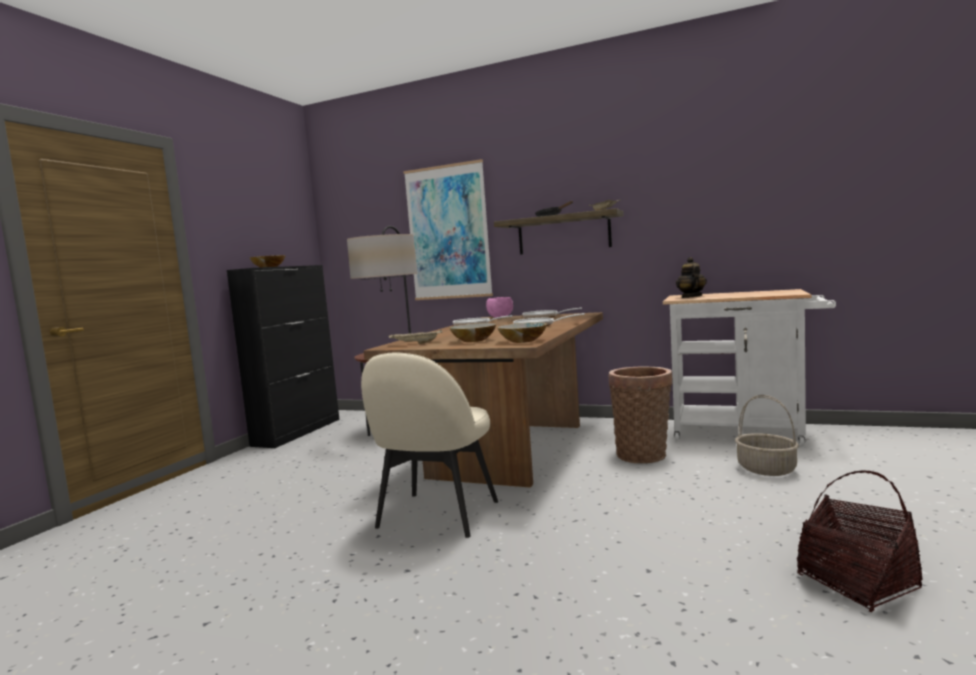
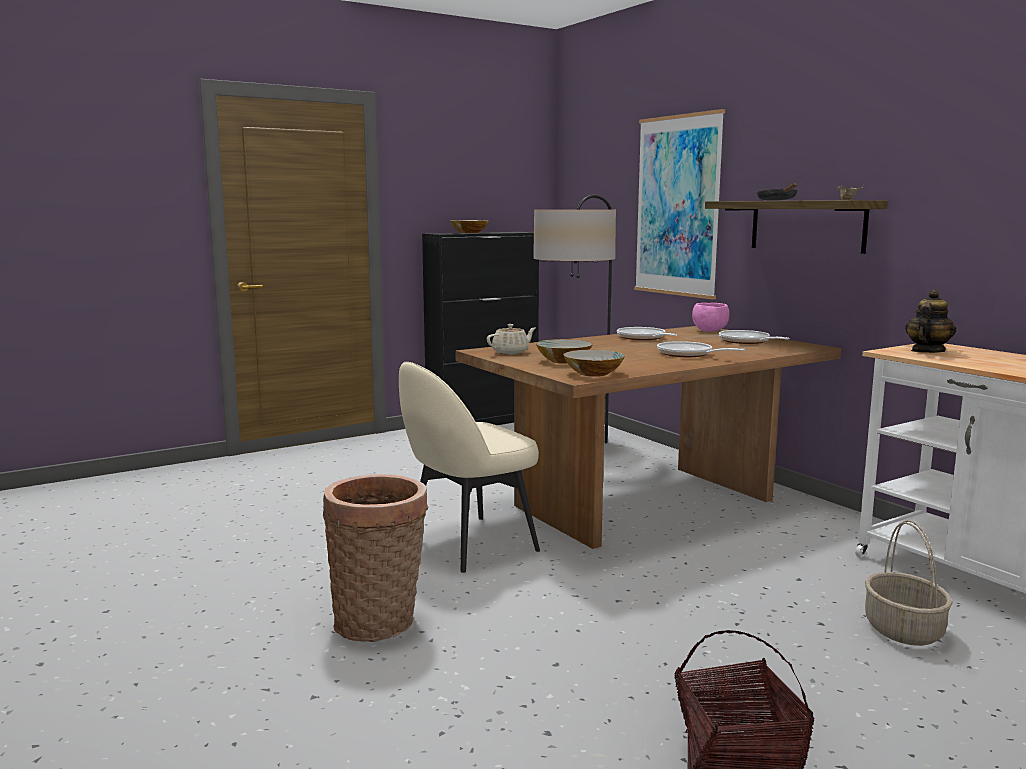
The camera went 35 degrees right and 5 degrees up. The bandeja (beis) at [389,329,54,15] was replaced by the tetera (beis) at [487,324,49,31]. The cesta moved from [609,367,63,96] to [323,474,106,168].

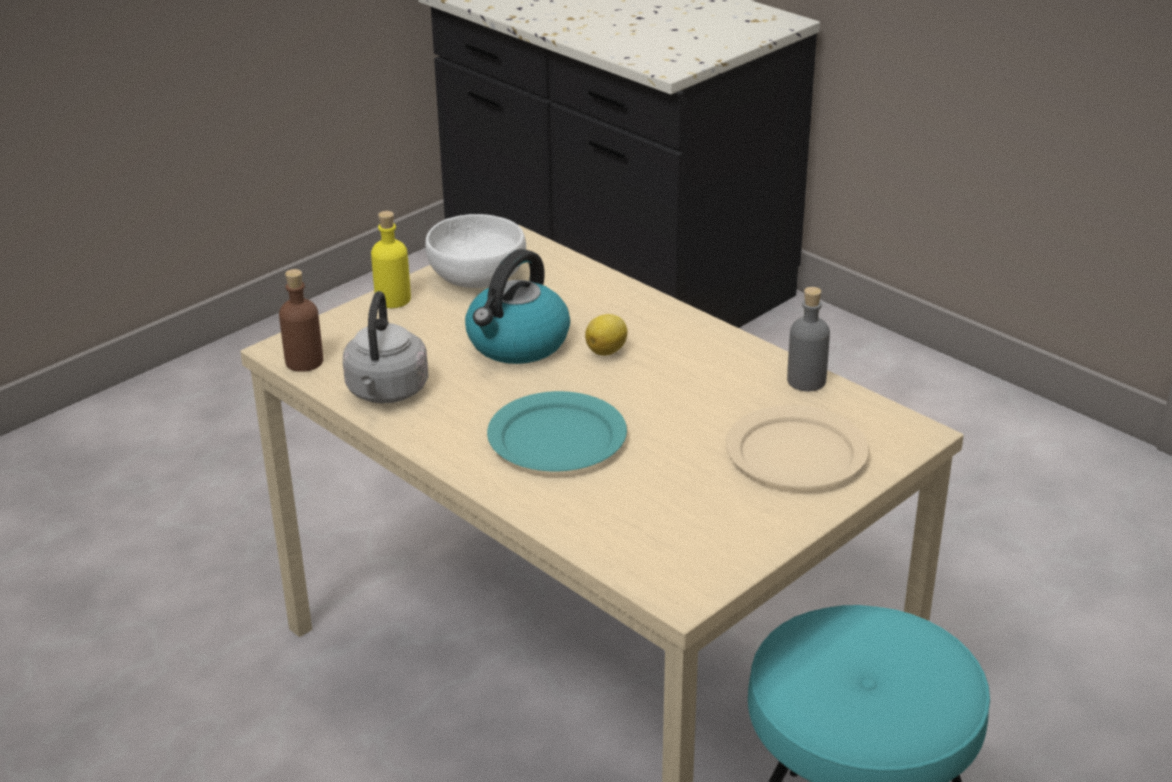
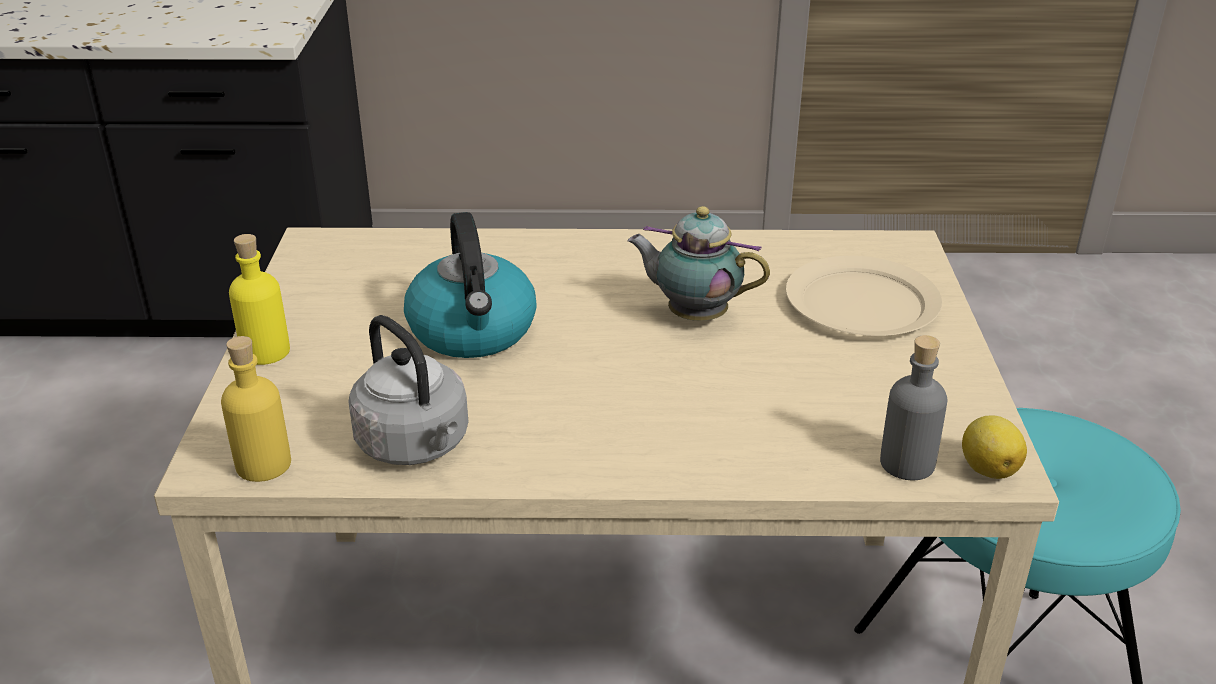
The camera went 45 degrees left and 0 degrees up. The cuenco (blanco) at [425,214,101,74] disappeared. The botella (marrón) at [279,269,44,103] became the botella (amarillo) at [221,336,70,146]. The botella (gris) moved from [787,287,43,104] to [880,335,68,145]. The limón moved from [585,314,43,42] to [962,415,65,64]. The plato (turquesa) at [487,391,140,80] disappeared. The tetera at [627,206,143,115] appeared.

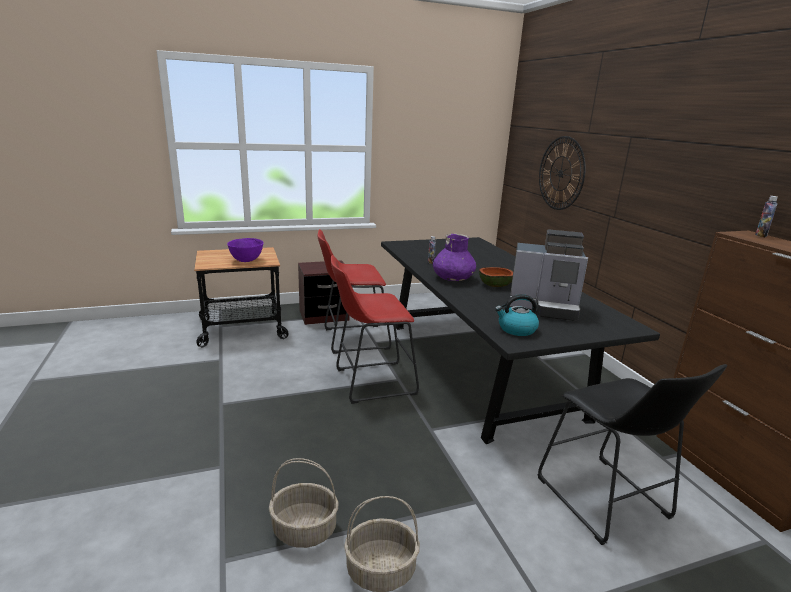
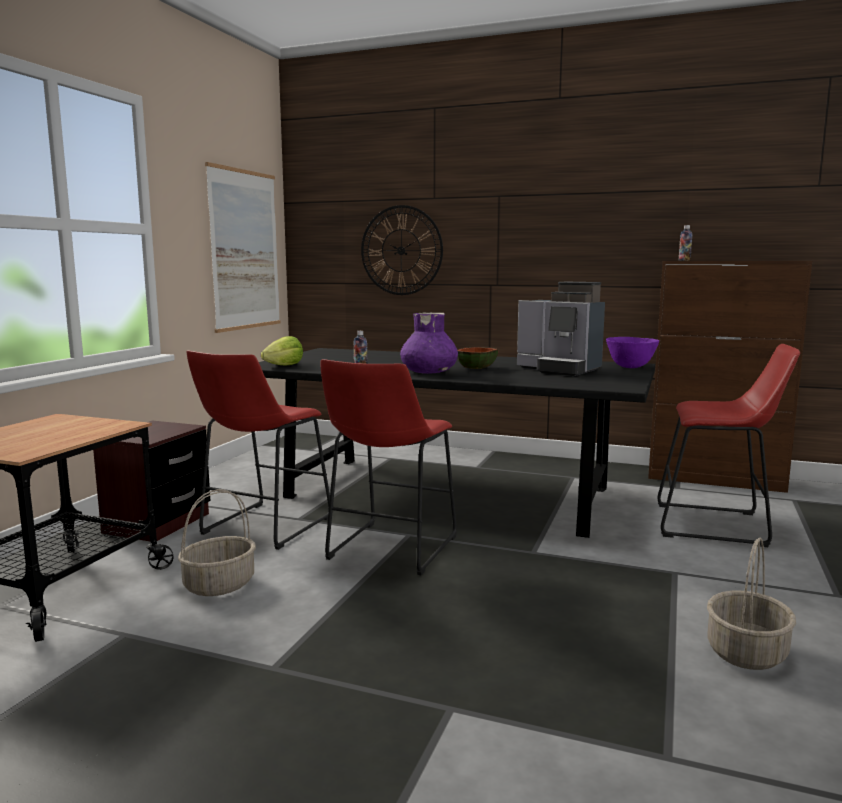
The camera went 50 degrees left and 10 degrees down. The cafetera at [510,229,78,92] turned 75 degrees clockwise. The cuenco (morado) moved from [227,238,37,24] to [606,337,53,31]. The hervidor at [495,294,44,42] disappeared. The taburete (negro) at [538,364,189,181] became the taburete (rojo) at [657,344,143,203]. The cesta moved from [269,458,70,90] to [178,489,78,107]. The cuadro at [205,162,76,171] appeared. The lechuga at [261,336,42,29] appeared.

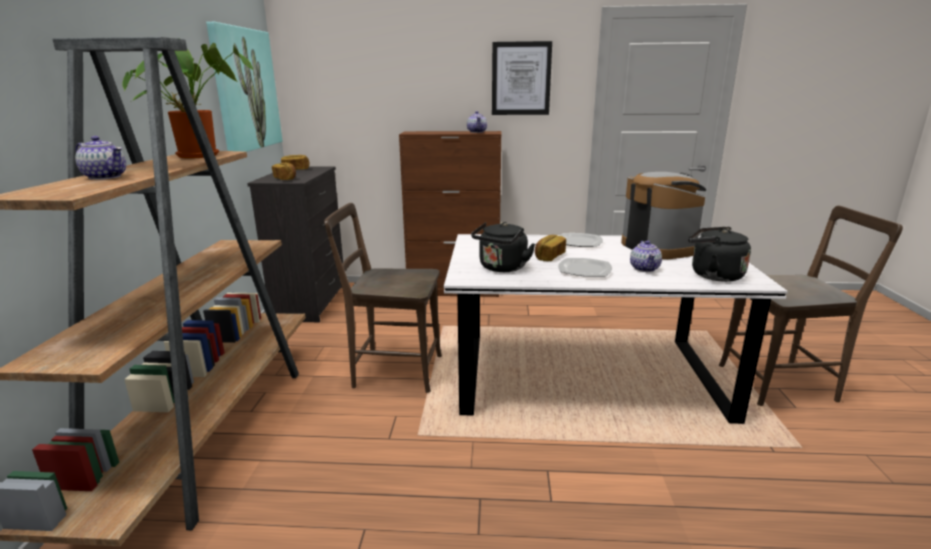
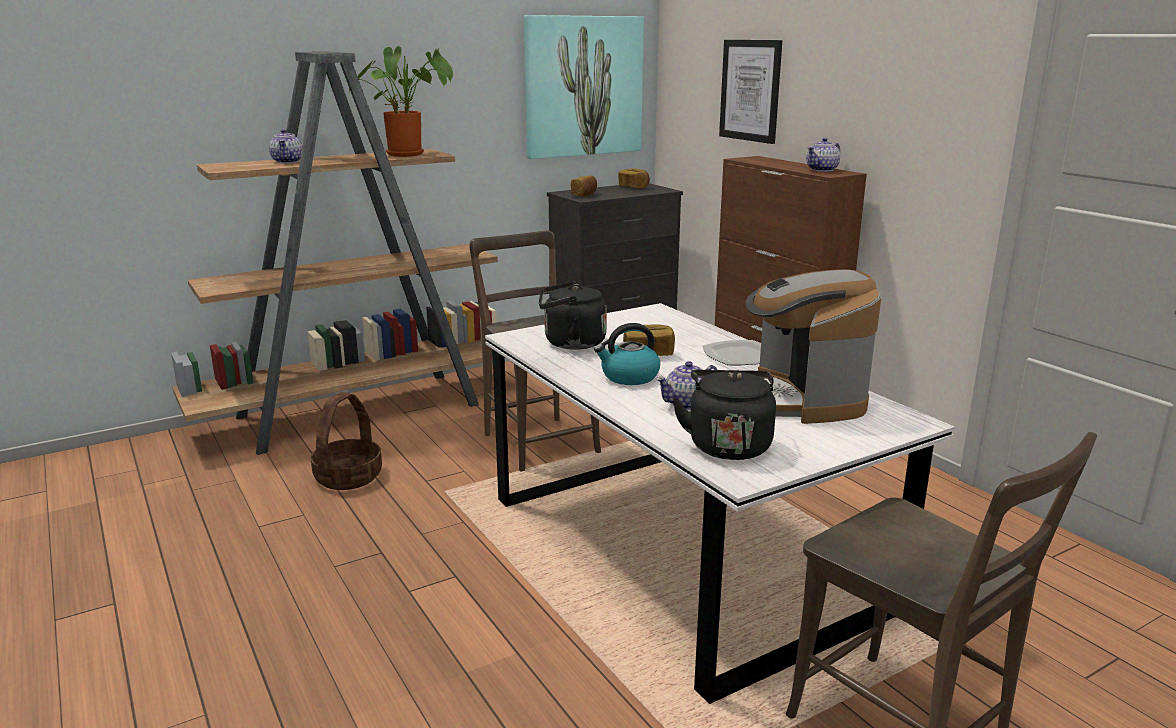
The camera went 55 degrees right and 0 degrees up. The cuadro moved from [492,41,60,74] to [719,40,63,104]. The cafetera at [621,172,86,87] turned 135 degrees clockwise. The plato at [558,258,54,19] was replaced by the hervidor at [594,323,66,62]. The cesta at [311,392,71,98] appeared.

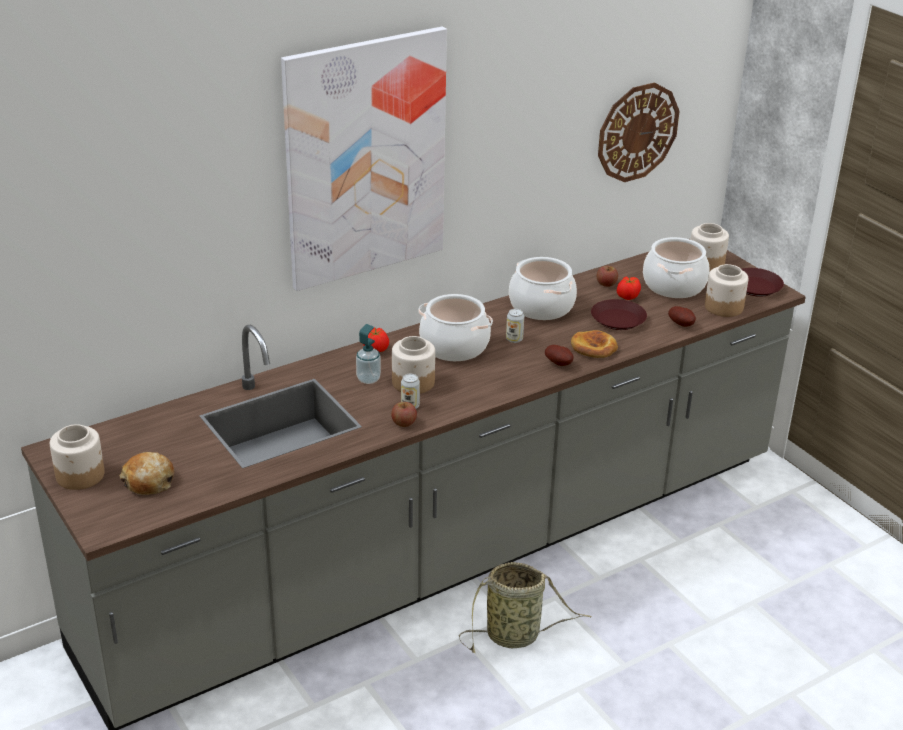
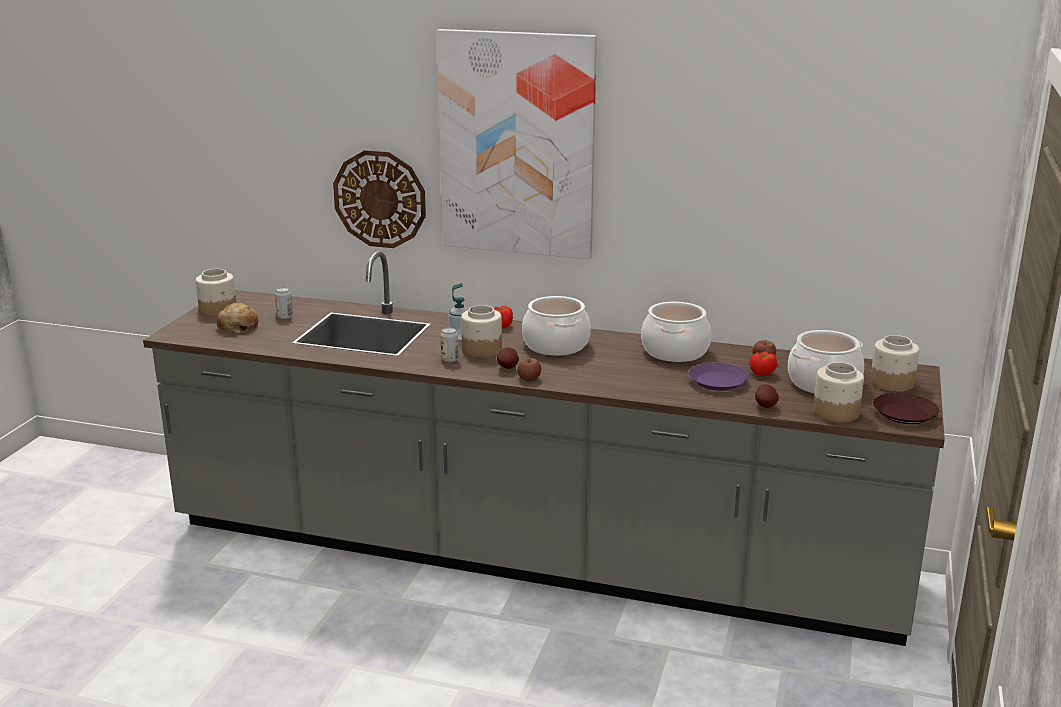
The camera went 50 degrees right and 10 degrees down. The reloj de pared moved from [598,83,82,99] to [333,150,93,98]. The plato (marrón) at [591,299,56,31] became the plato (morado) at [688,362,61,29]. The lata moved from [506,309,18,34] to [275,287,18,32]. The pan at [571,330,47,28] disappeared. The patata moved from [545,345,29,21] to [497,347,22,22]. The manzana moved from [391,402,26,25] to [517,358,24,23]. The cesta at [459,562,132,92] disappeared.

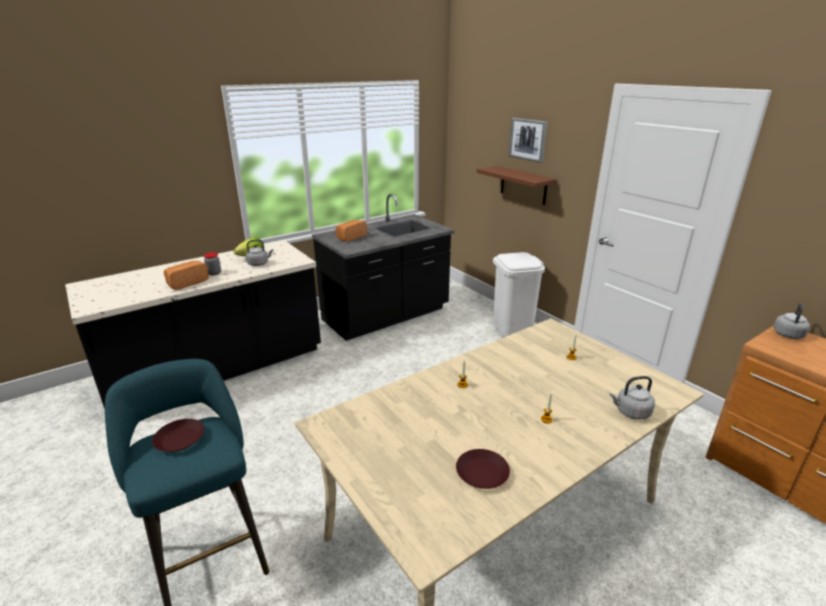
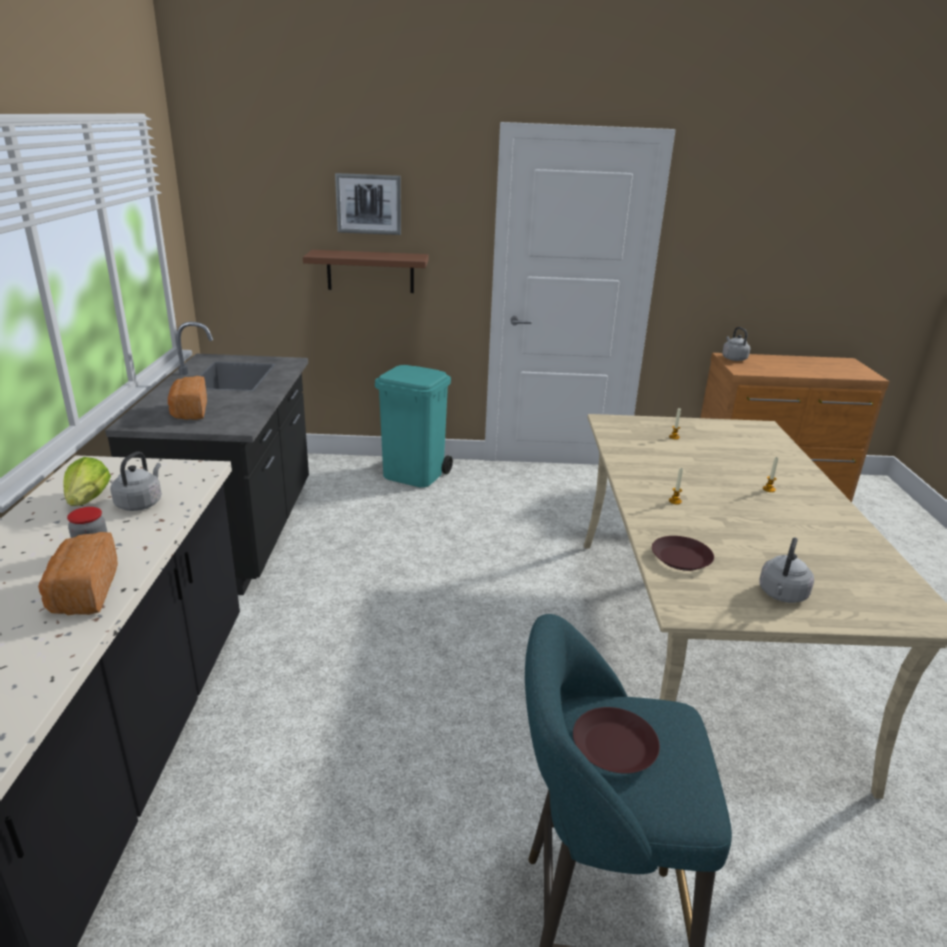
The camera went 55 degrees left and 0 degrees up. The papelera (blanco) at [493,252,52,85] became the papelera (turquesa) at [375,365,78,123]. The hervidor (gris) moved from [610,376,45,43] to [759,538,55,65]. The plato (marrón) moved from [456,449,54,40] to [652,536,62,35].

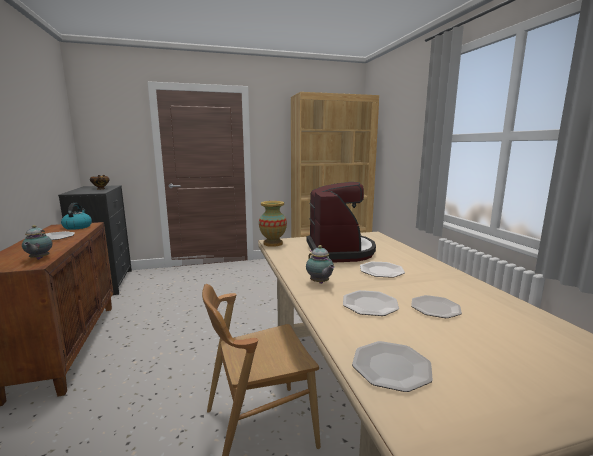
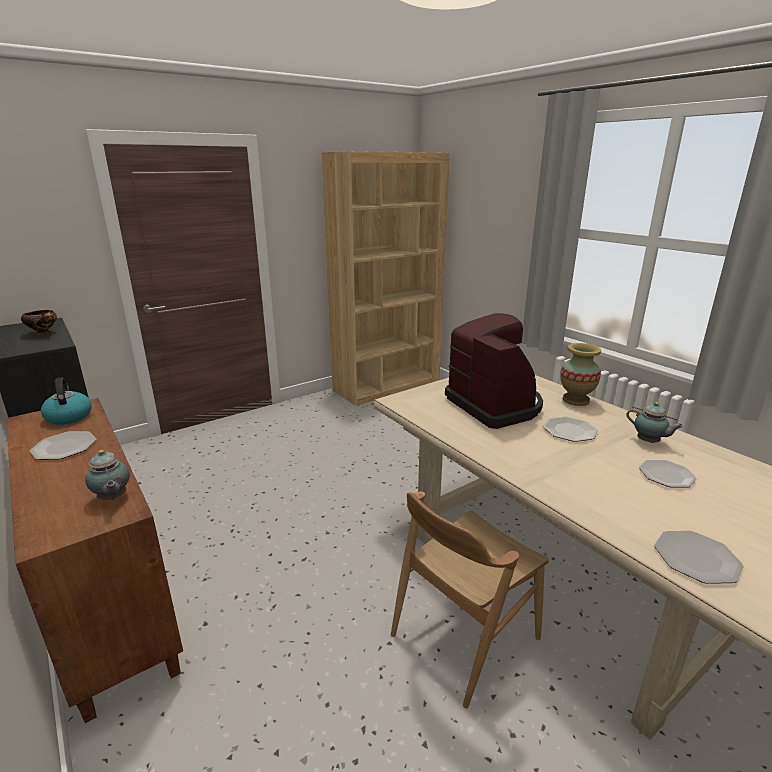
The camera went 20 degrees left and 10 degrees up. The florero moved from [259,201,28,46] to [560,343,41,63]. The tetera moved from [306,245,29,39] to [626,402,57,41]. The plato at [343,290,56,26] disappeared.

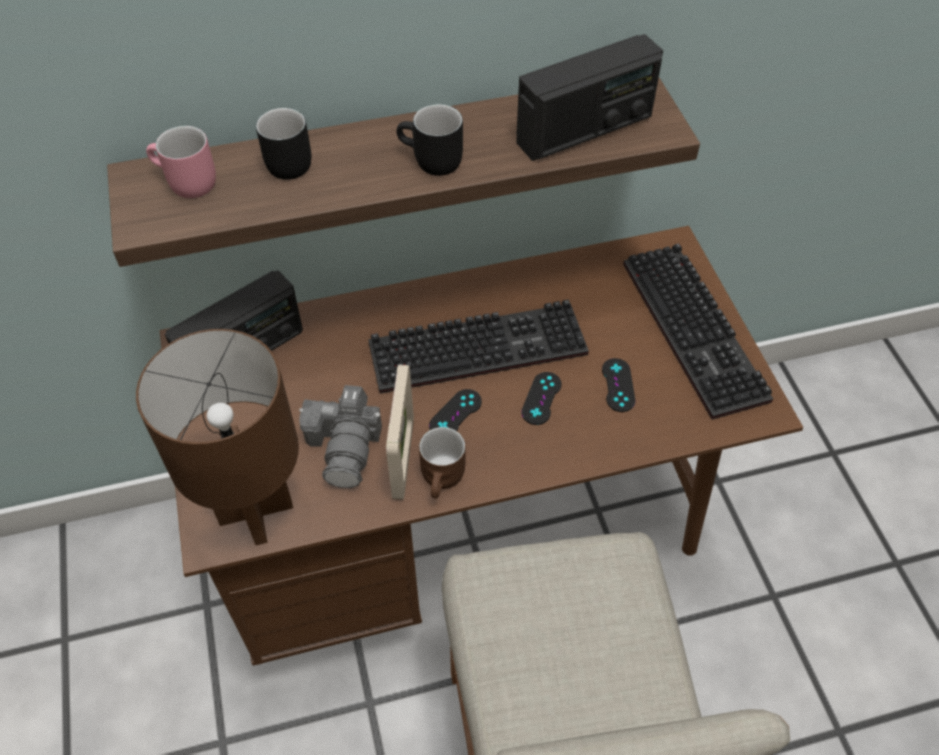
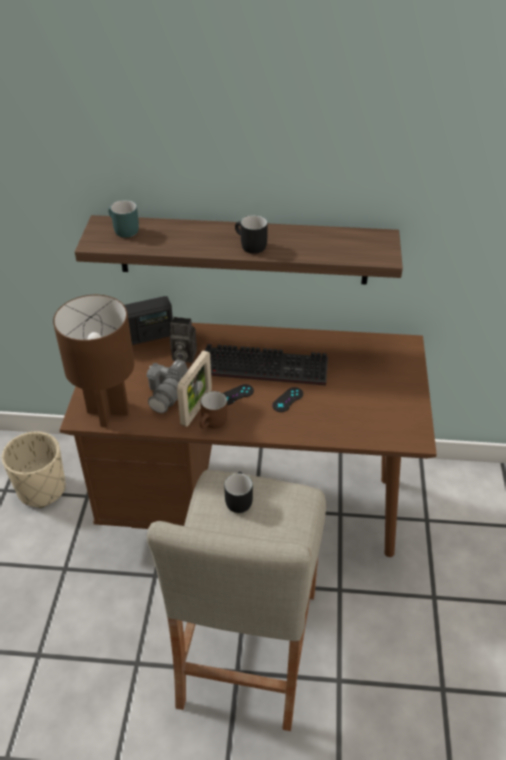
The camera went 20 degrees right and 10 degrees down. The radio at [516,34,147,127] disappeared. The taza grande (negro) moved from [256,108,55,72] to [224,472,29,41]. The taza grande (rosa) at [146,126,70,72] became the taza grande (turquesa) at [108,200,31,38]. The teclado at [623,243,150,177] disappeared. The mando de consola (negro) at [602,358,33,54] disappeared. The cámara at [170,317,27,46] appeared. The maceta (beis) at [2,431,64,77] appeared.

